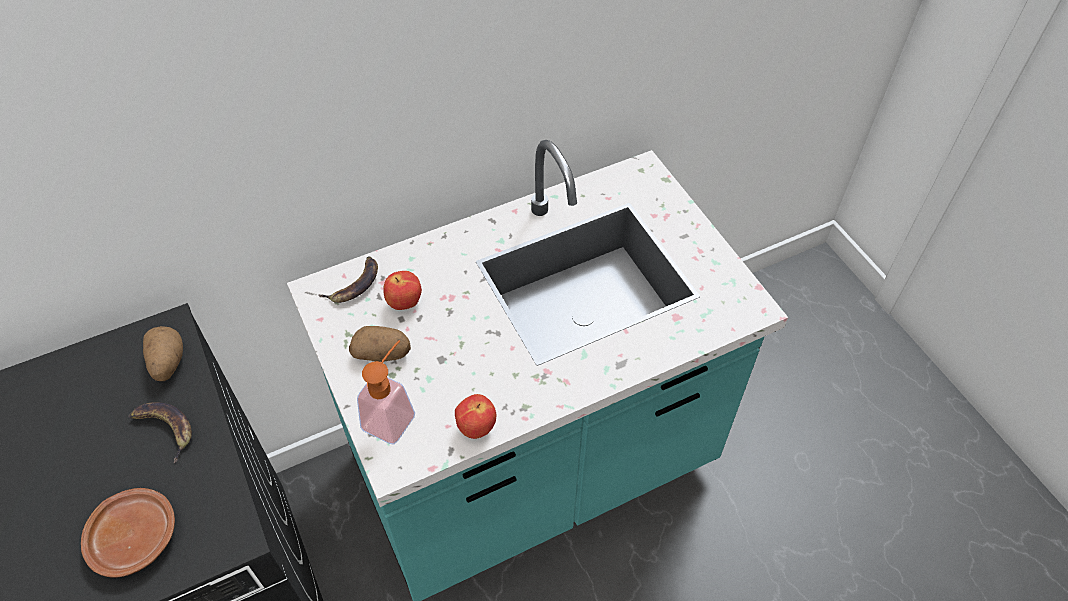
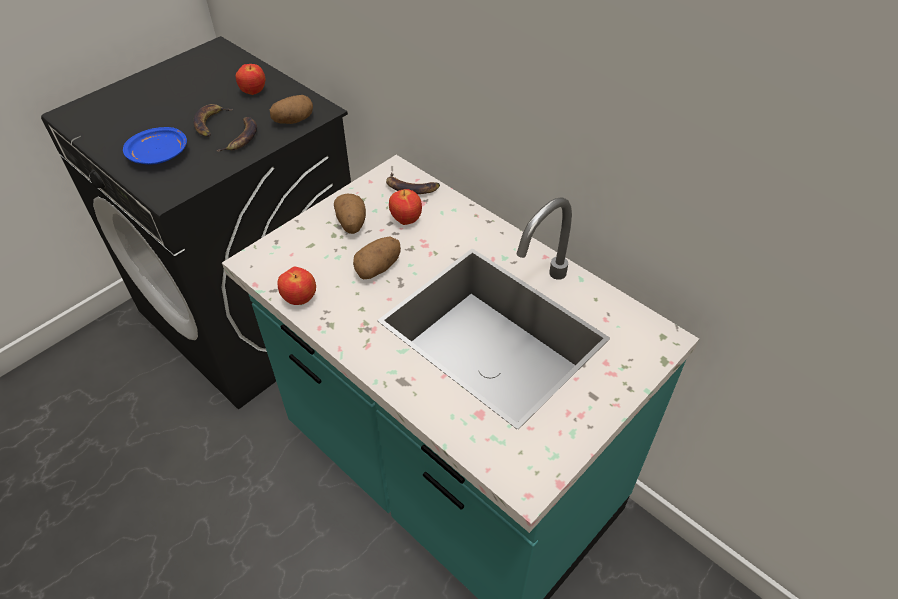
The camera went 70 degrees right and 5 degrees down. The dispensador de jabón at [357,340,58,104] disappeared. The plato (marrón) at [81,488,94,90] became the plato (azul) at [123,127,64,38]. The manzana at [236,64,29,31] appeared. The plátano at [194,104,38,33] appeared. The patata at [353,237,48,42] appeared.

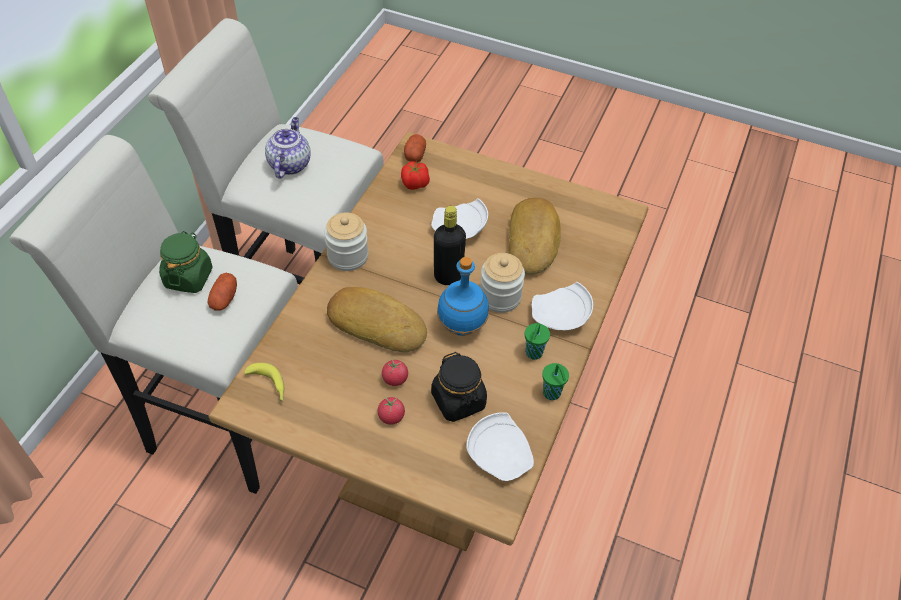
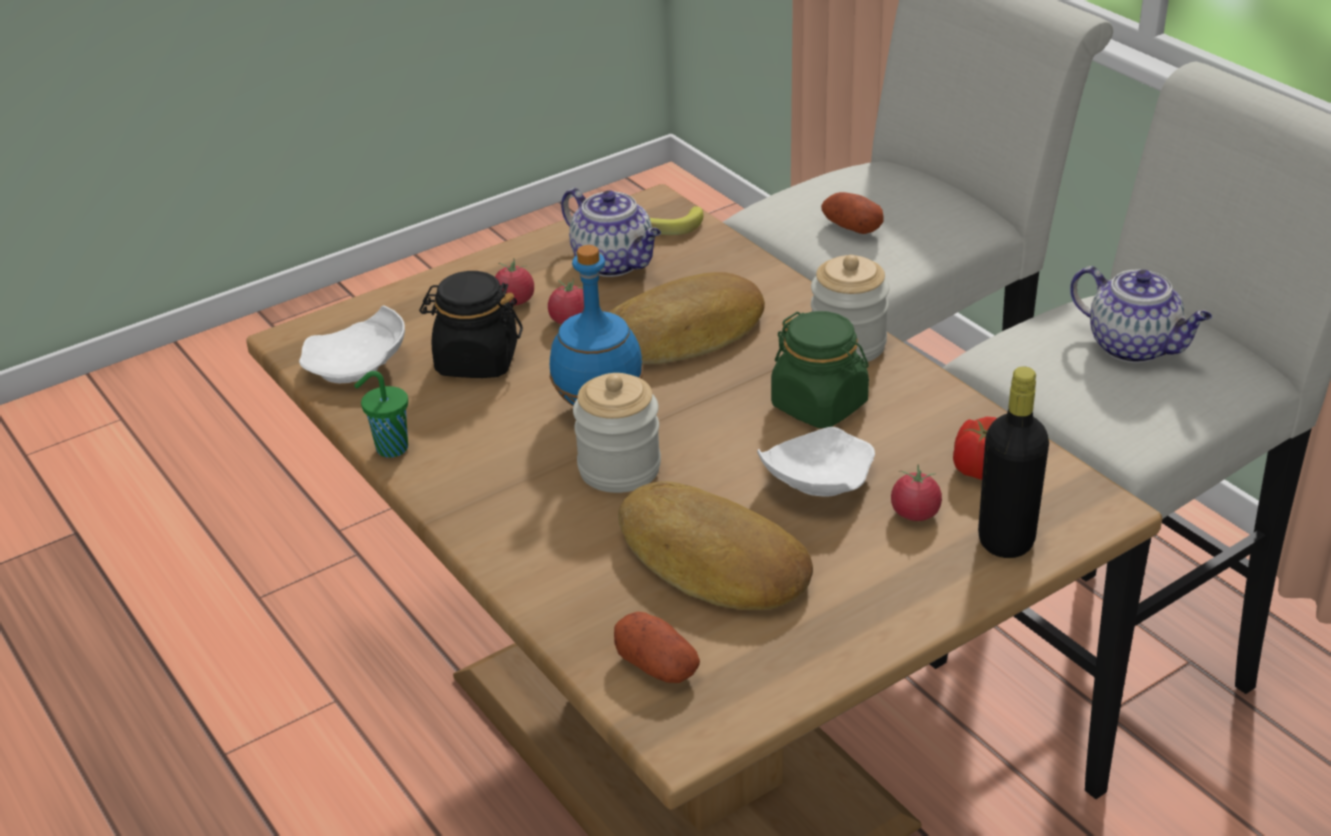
The camera went 125 degrees right and 15 degrees down. The patata moved from [404,134,22,29] to [614,612,86,71]. The botella (negro) moved from [434,206,32,79] to [978,366,71,192]. The tarro (verde) moved from [159,231,54,62] to [771,311,98,117]. The plato (blanco) at [532,282,61,48] disappeared. The taza (verde) at [524,323,26,37] disappeared. The tetera at [561,188,100,89] appeared. The tomate at [891,464,51,57] appeared.

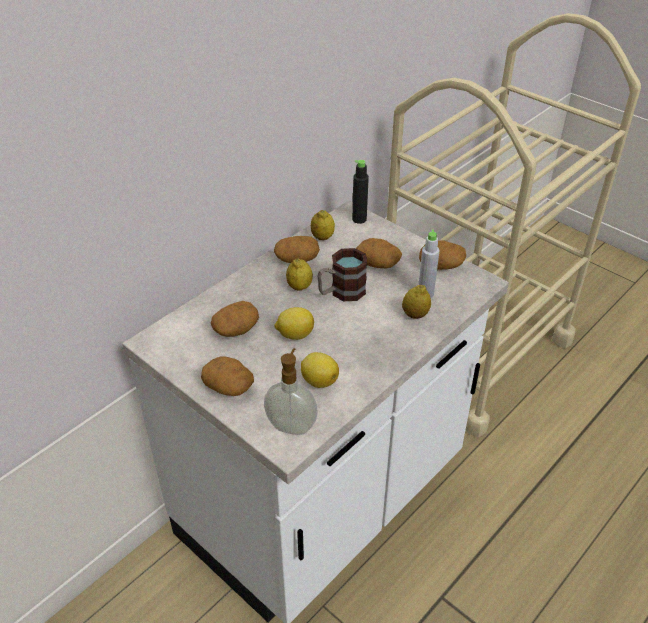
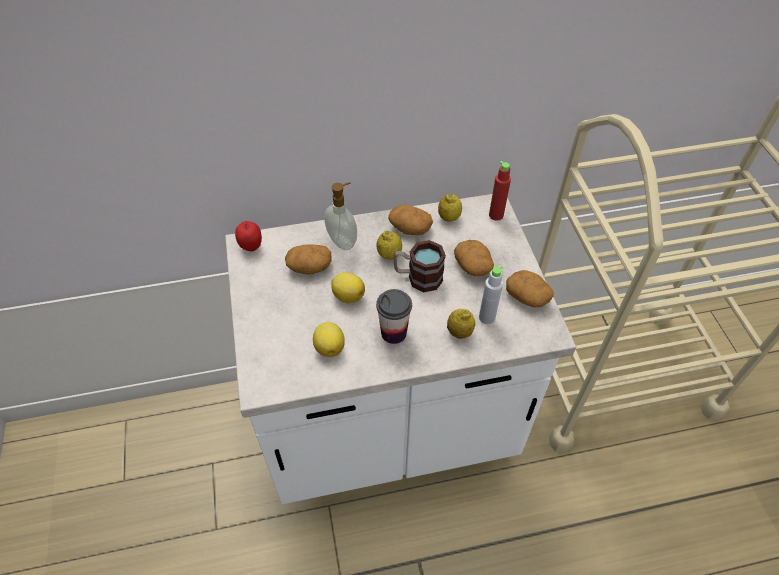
The camera went 35 degrees right and 10 degrees up. The botella (negro) at [352,160,17,64] became the botella (rojo) at [489,161,22,60]. The dispensador de jabón moved from [264,348,54,87] to [324,182,33,68]. The patata at [201,356,53,40] disappeared. The manzana at [235,221,27,31] appeared. The taza at [376,289,36,55] appeared.

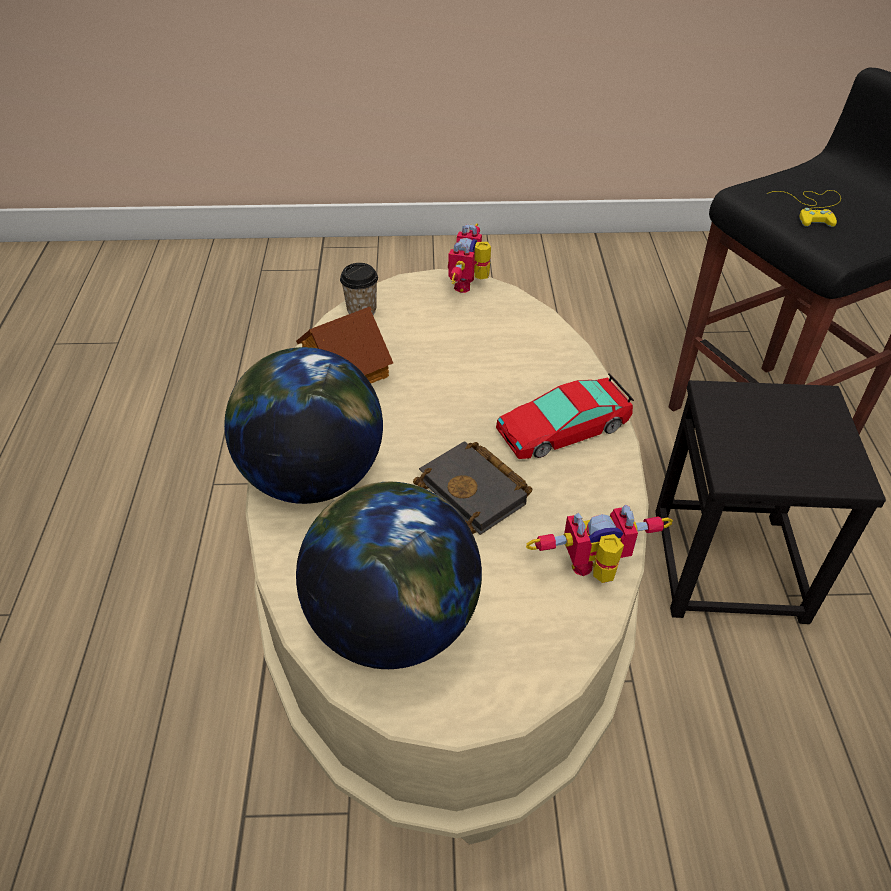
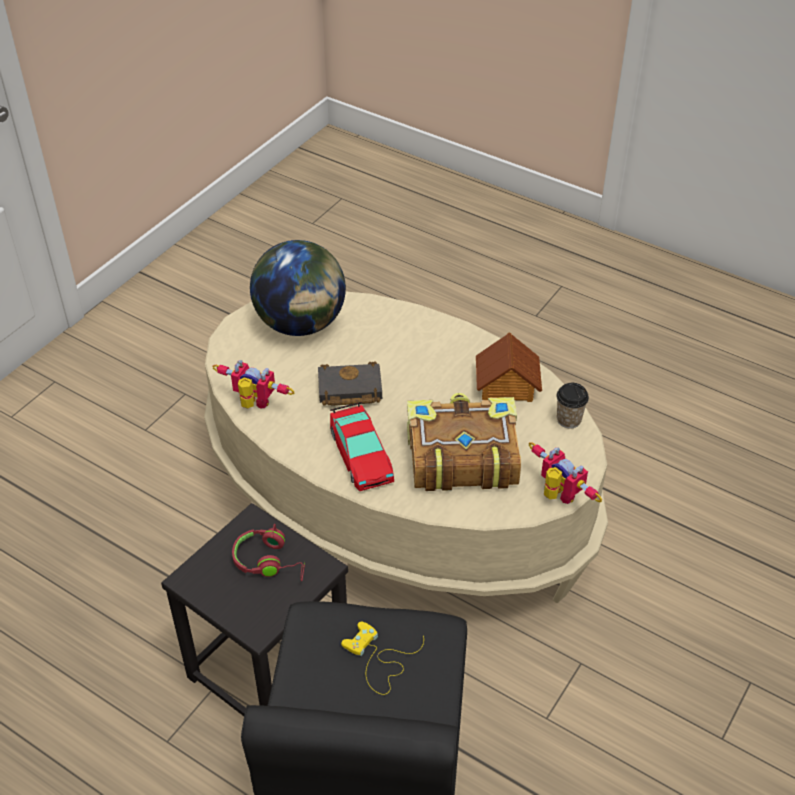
The camera went 125 degrees right and 0 degrees up. The globo terráqueo at [224,347,159,157] disappeared. The coche de juguete at [496,373,138,86] turned 150 degrees clockwise. The robot de juguete at [526,505,147,78] turned 90 degrees counterclockwise. The libro at [407,393,114,98] appeared. The auriculares (rojo) at [232,524,73,58] appeared.

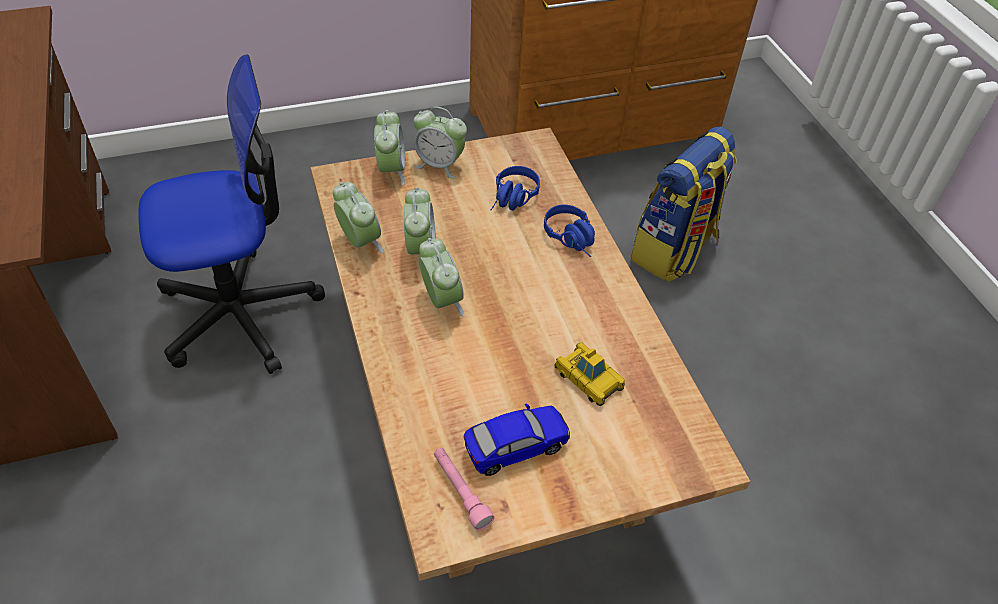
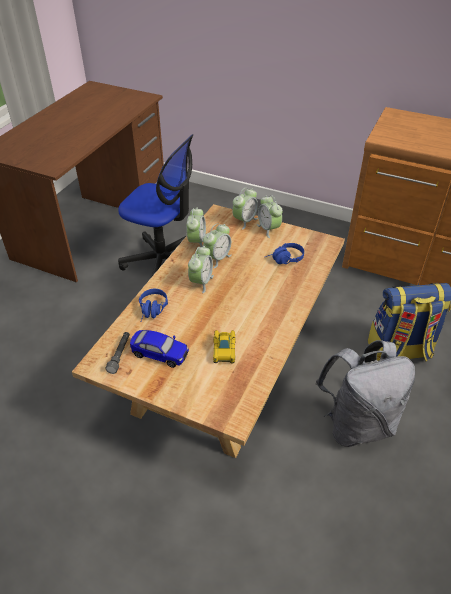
The camera went 45 degrees right and 5 degrees down. The auriculares (azul) moved from [544,205,51,52] to [139,289,29,32]. The linterna (rosa) at [434,448,60,82] became the linterna (gris) at [105,332,25,42]. The mochila (gris) at [316,340,99,107] appeared.

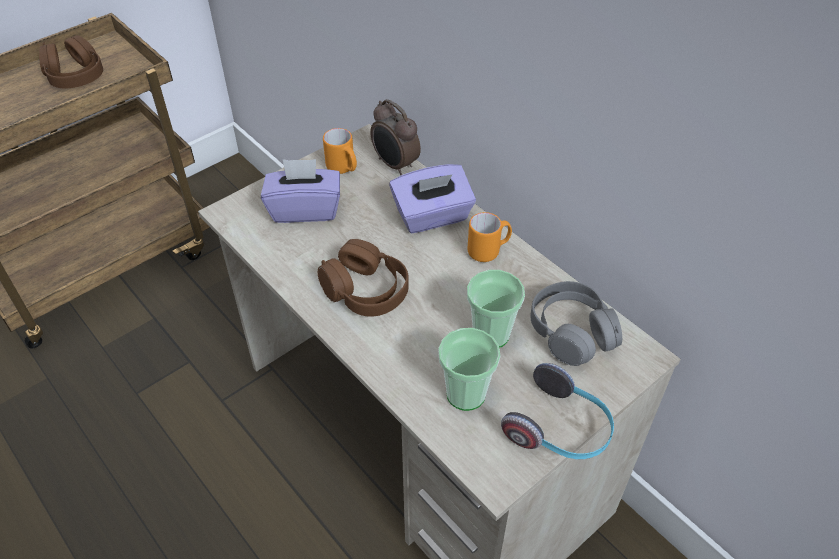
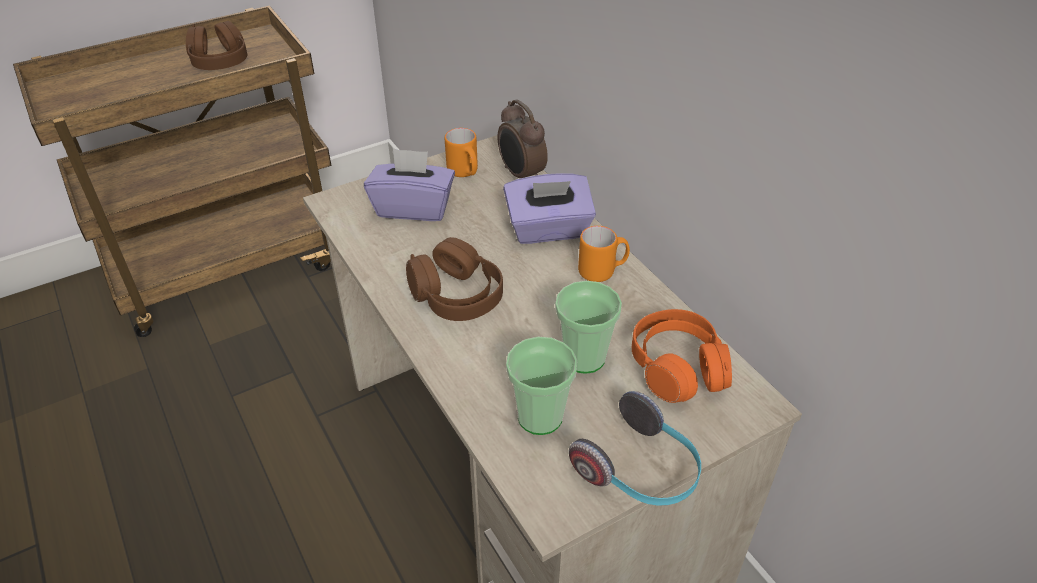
The camera went 10 degrees right and 5 degrees down. The auriculares (gris) at [530,281,92,85] became the auriculares (naranja) at [632,309,100,94].

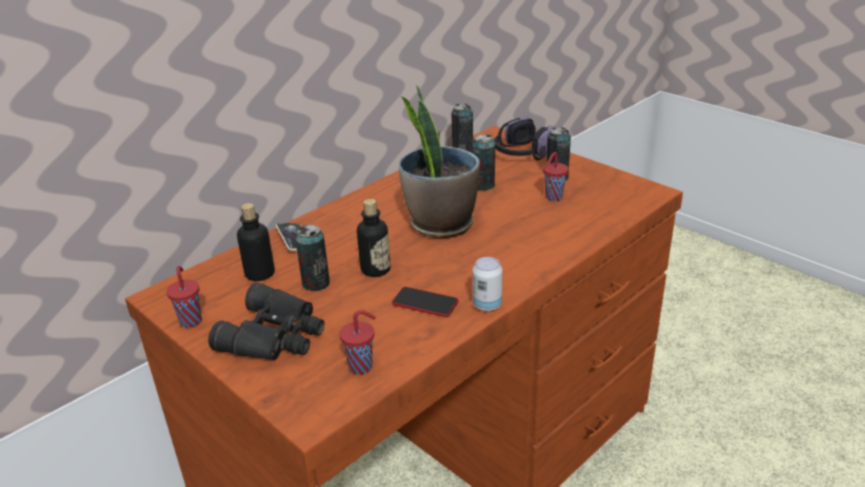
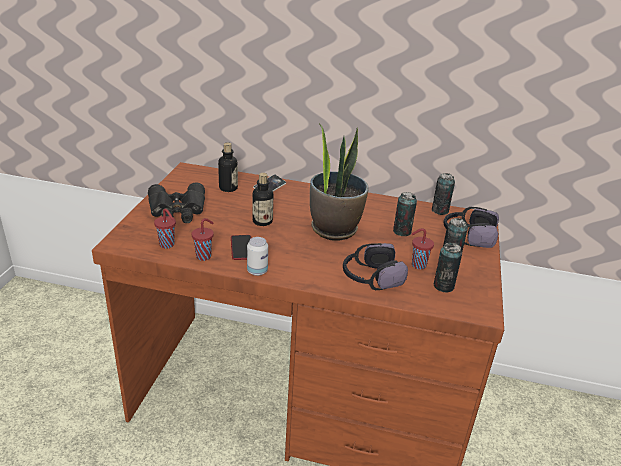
The camera went 55 degrees right and 0 degrees up. The lata moved from [295,224,35,67] to [434,243,28,49]. The taza (rojo) moved from [166,266,36,62] to [192,218,22,43]. The auriculares at [343,243,65,47] appeared.

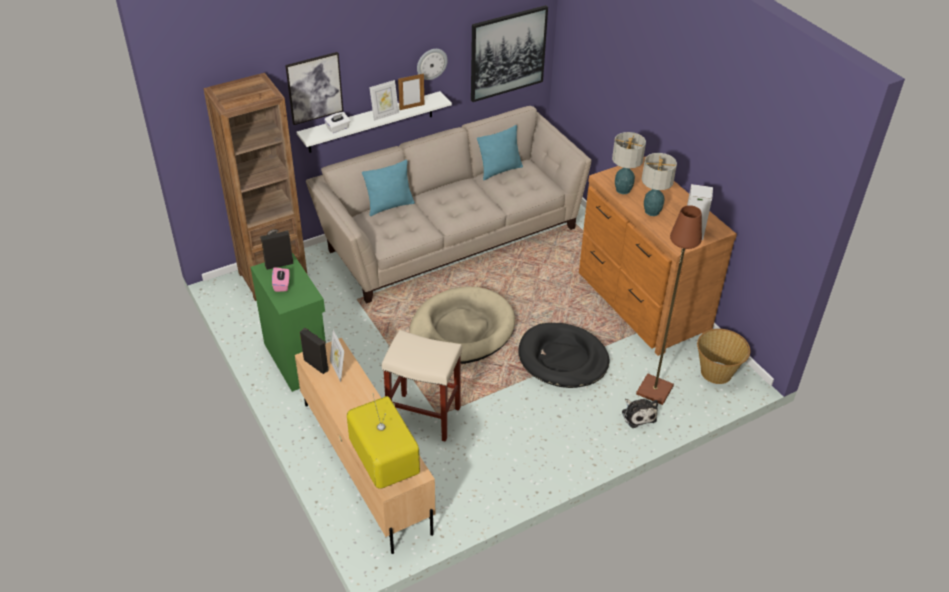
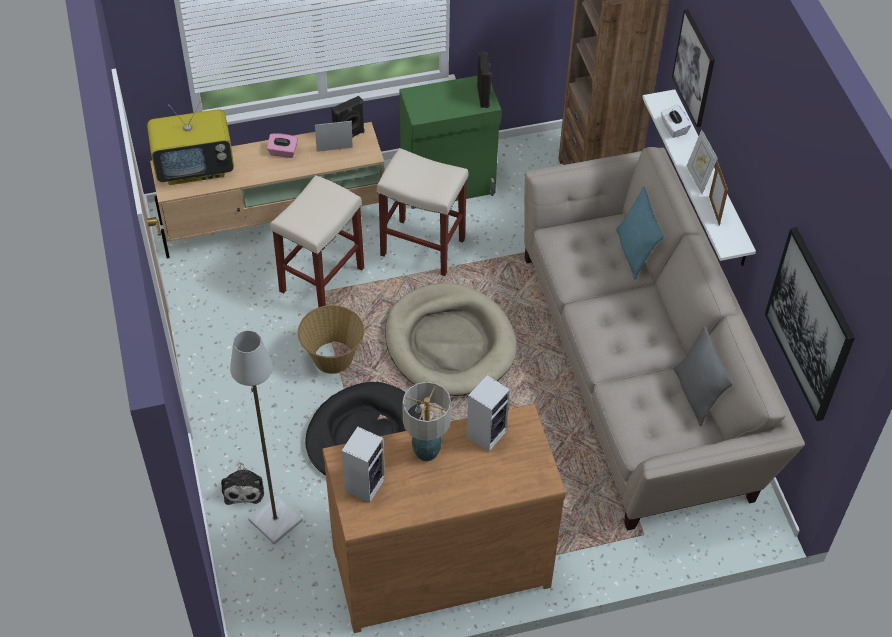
The camera went 105 degrees right and 10 degrees up. The reloj de pared at [417,49,31,31] disappeared. The cojín (turquesa) at [477,125,46,55] became the cojín (gris) at [674,327,59,99]. The lámpara de mesa at [612,132,34,62] was replaced by the altavoz at [467,375,43,77]. The lámpara de pie (marrón) at [636,205,66,200] became the lámpara de pie (gris) at [230,330,73,214]. The caja de pañuelos (rosa) moved from [272,267,17,25] to [267,133,31,25]. The cesta moved from [697,329,53,55] to [298,305,66,69]. The peluche at [622,399,36,29] turned 90 degrees counterclockwise. The taburete (beis) at [377,148,91,128] appeared.

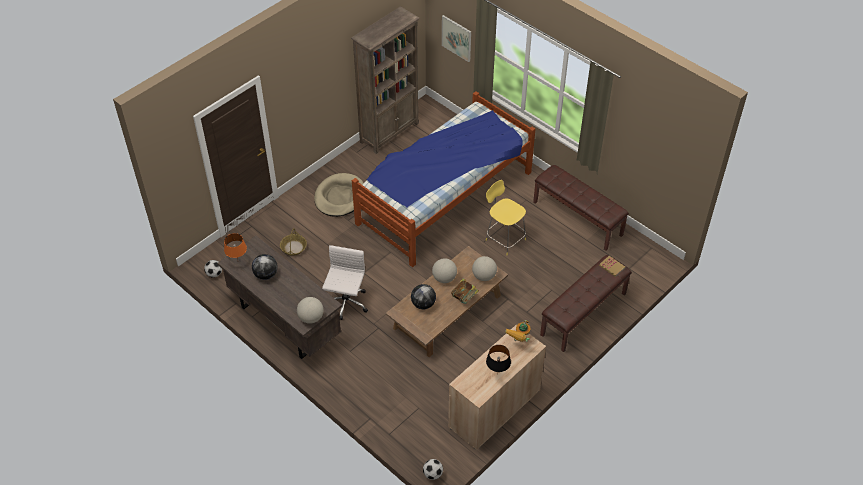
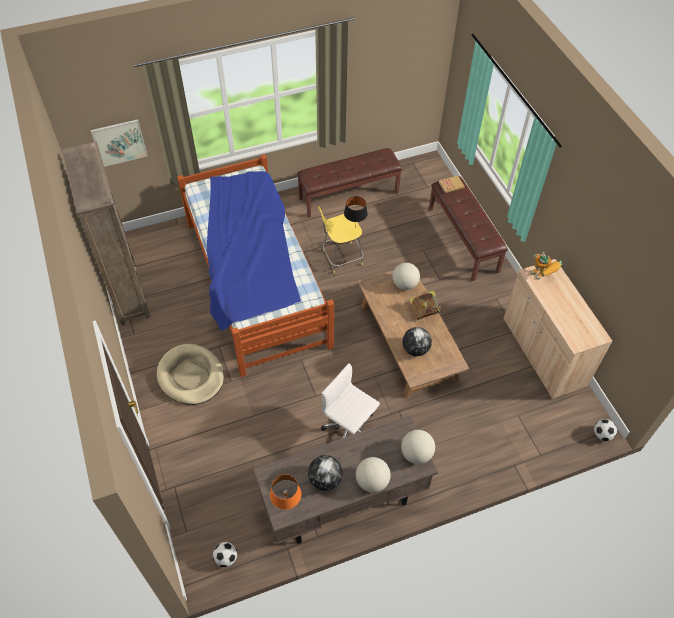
The camera went 65 degrees left and 5 degrees up. The cesta at [280,228,27,28] disappeared. The globo terráqueo moved from [432,258,25,25] to [356,457,35,36]. The lámpara de mesa (negro) moved from [486,345,25,30] to [344,196,24,28].

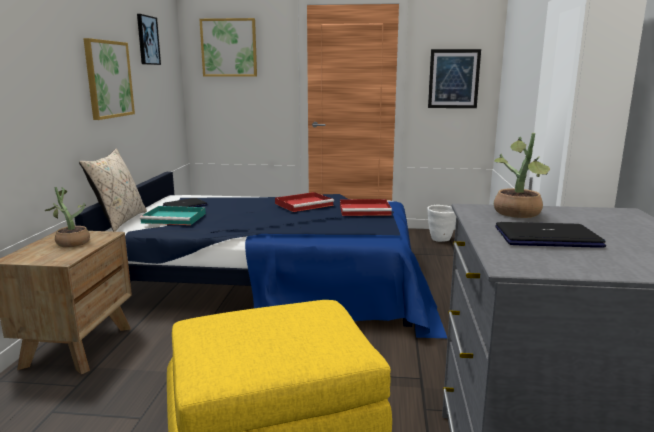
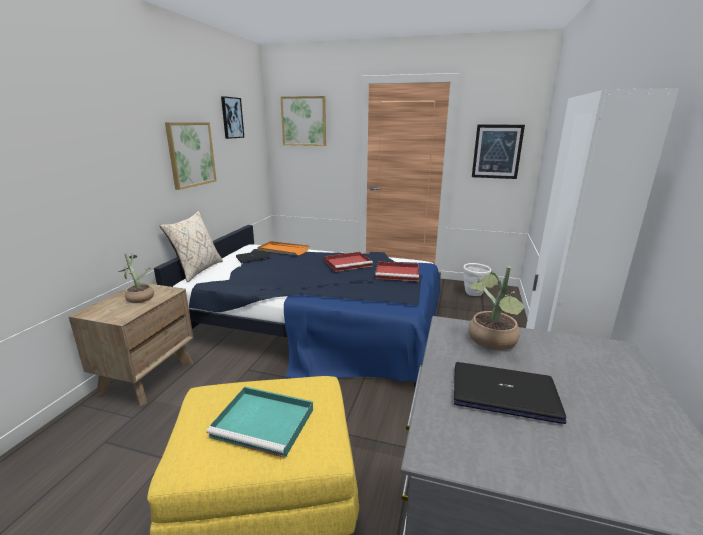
The camera went 10 degrees right and 5 degrees up. The bandeja (turquesa) moved from [140,206,66,19] to [207,387,106,71]. The bandeja (naranja) at [257,241,52,14] appeared.

